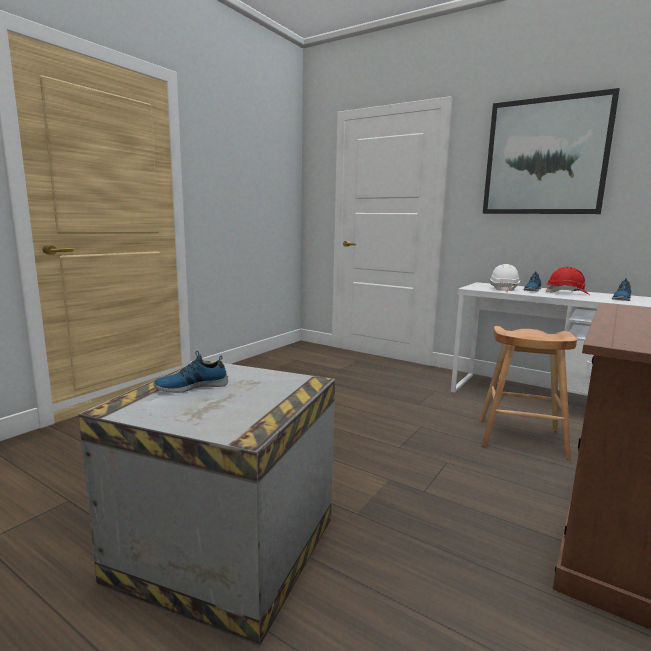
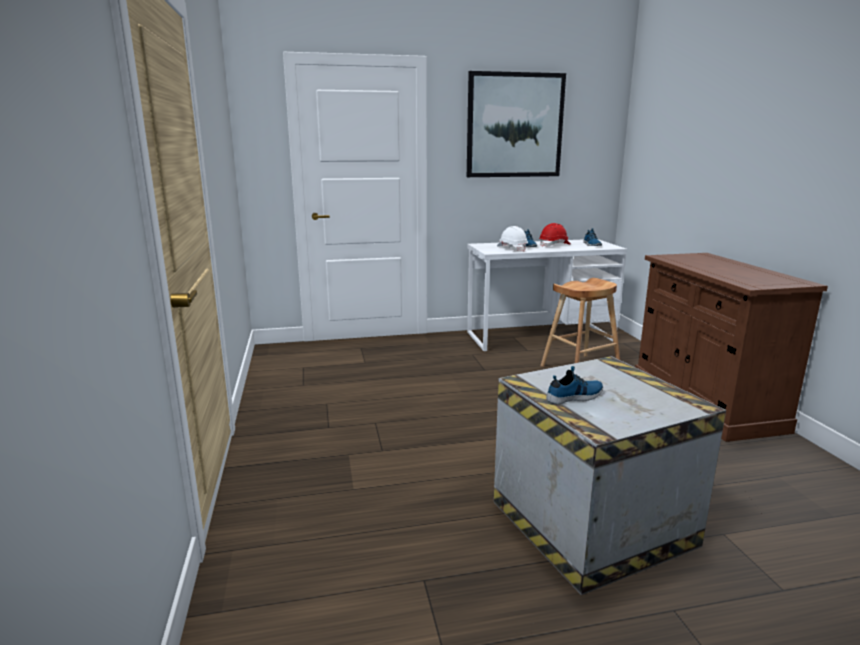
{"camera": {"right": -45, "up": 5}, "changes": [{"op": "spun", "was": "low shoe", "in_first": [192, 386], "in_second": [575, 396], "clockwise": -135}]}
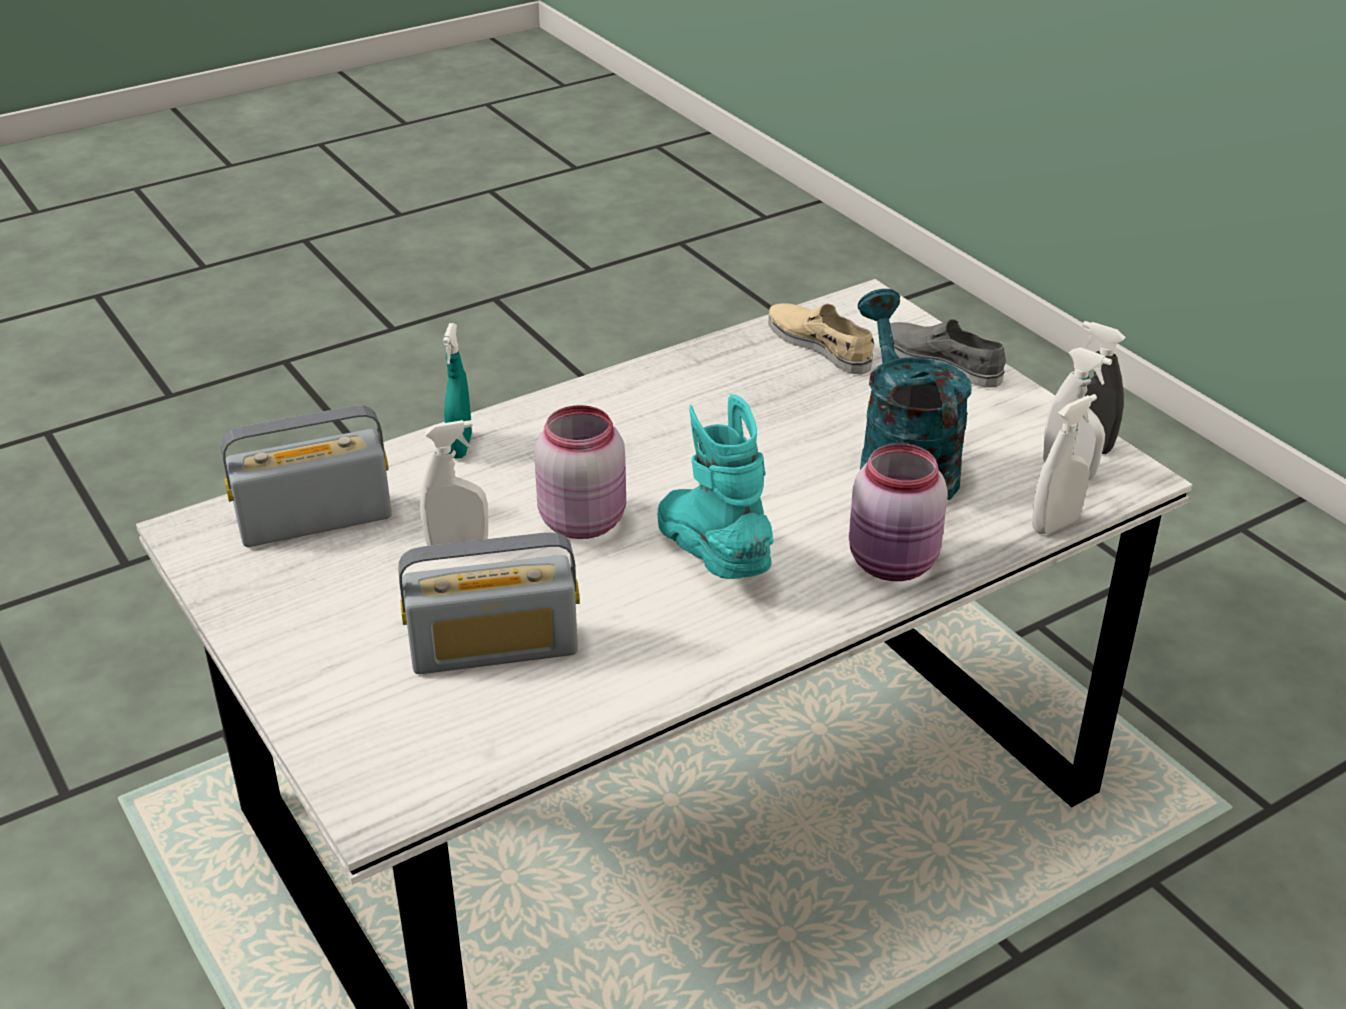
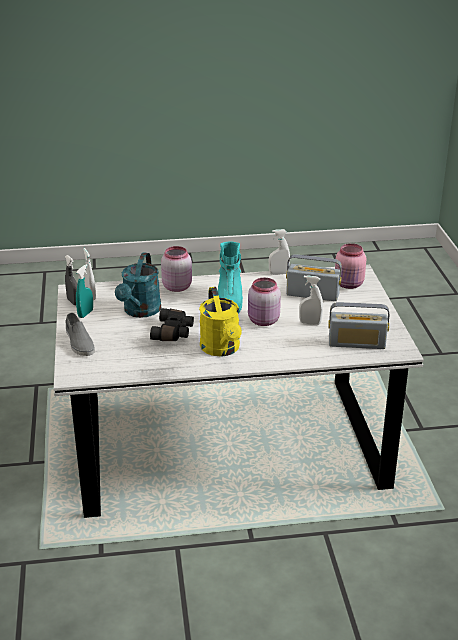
{"camera": {"right": -155, "up": -5}, "changes": [{"op": "relocated", "was": "turquoise-coloured spray bottle", "in_first": [460, 447], "in_second": [85, 314]}, {"op": "missing", "was": "sand-coloured low shoe", "in_first": [820, 345]}, {"op": "relocated", "was": "whitish spray bottle", "in_first": [1055, 524], "in_second": [278, 273]}, {"op": "appeared", "now": "black-coloured pair of binoculars", "in_second": [173, 332]}, {"op": "appeared", "now": "yellowish watering pot", "in_second": [222, 349]}, {"op": "appeared", "now": "pinkish jar", "in_second": [349, 284]}]}
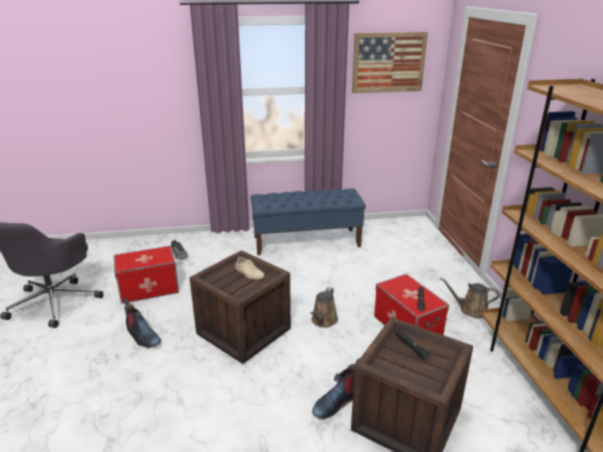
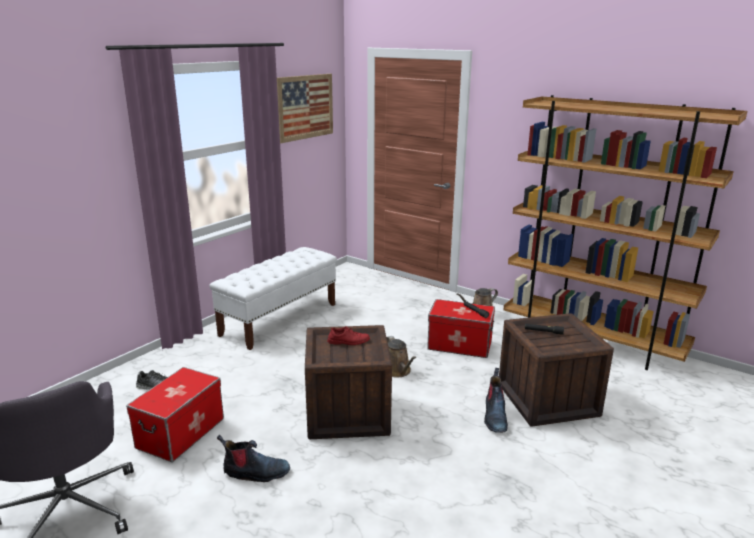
{"camera": {"right": -45, "up": -5}, "changes": [{"op": "colour", "was": "sand-coloured low shoe", "now": "red-coloured low shoe", "in_first": [249, 273], "in_second": [348, 341]}, {"op": "colour", "was": "blue-coloured indoor bench", "now": "whitish indoor bench", "in_first": [307, 241], "in_second": [279, 319]}]}
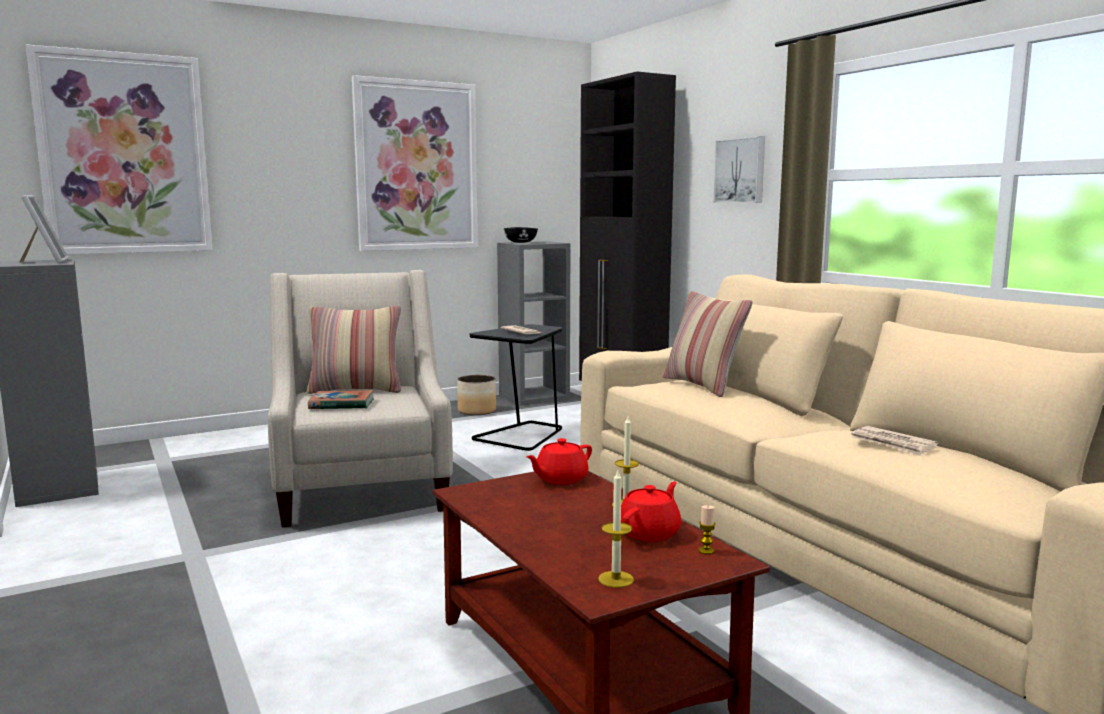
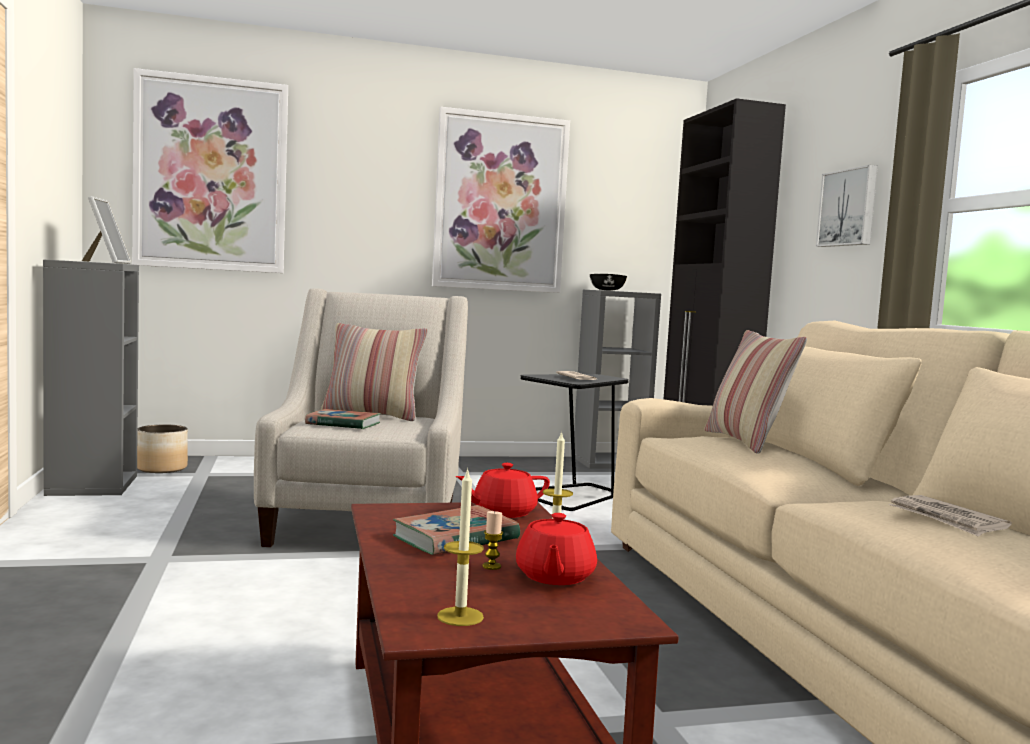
{"camera": {"right": 15, "up": -5}, "changes": [{"op": "relocated", "was": "planter", "in_first": [477, 411], "in_second": [162, 468]}, {"op": "spun", "was": "red-coloured pot for tea", "in_first": [650, 533], "in_second": [554, 577], "clockwise": 135}, {"op": "relocated", "was": "candle", "in_first": [706, 551], "in_second": [491, 566]}, {"op": "appeared", "now": "bound book", "in_second": [456, 538]}]}
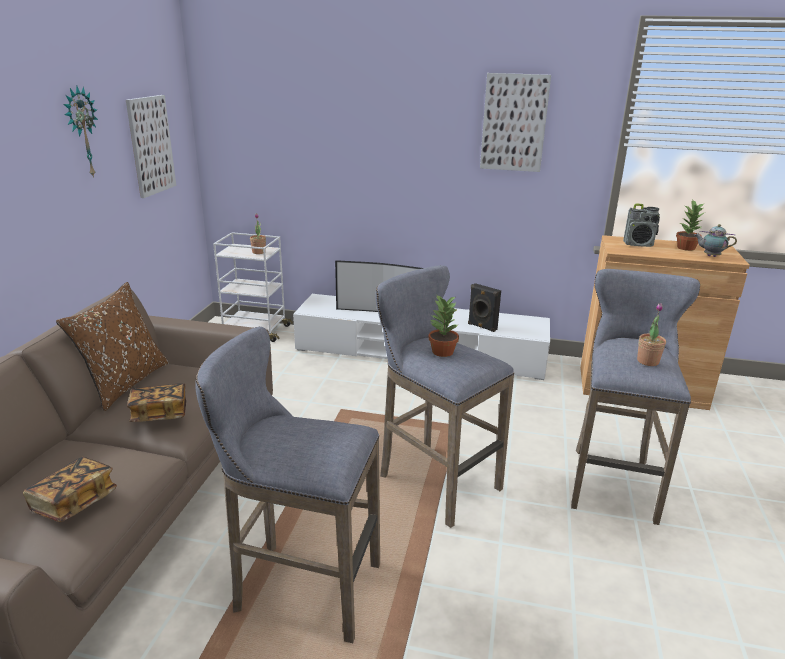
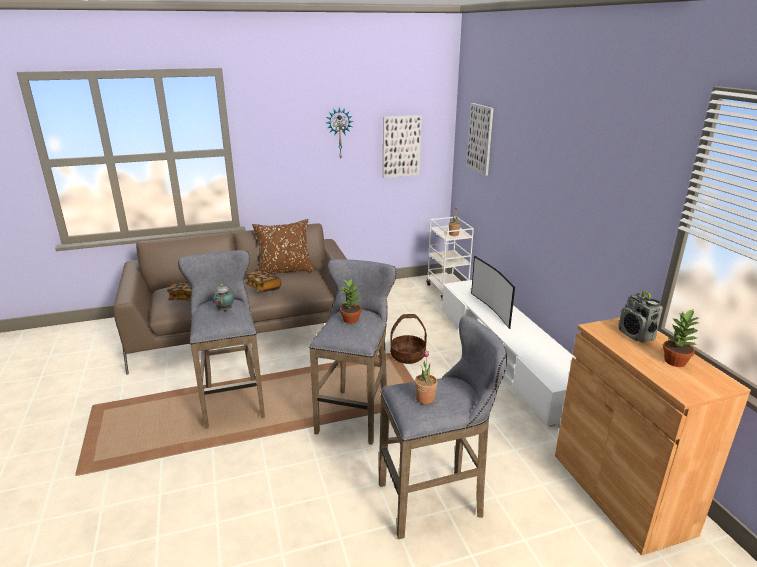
{"camera": {"right": 60, "up": 0}, "changes": [{"op": "missing", "was": "black-coloured loudspeaker", "in_first": [482, 327]}, {"op": "relocated", "was": "wall art", "in_first": [514, 123], "in_second": [480, 138]}, {"op": "relocated", "was": "pot for tea", "in_first": [710, 256], "in_second": [225, 309]}, {"op": "appeared", "now": "household basket", "in_second": [408, 355]}]}
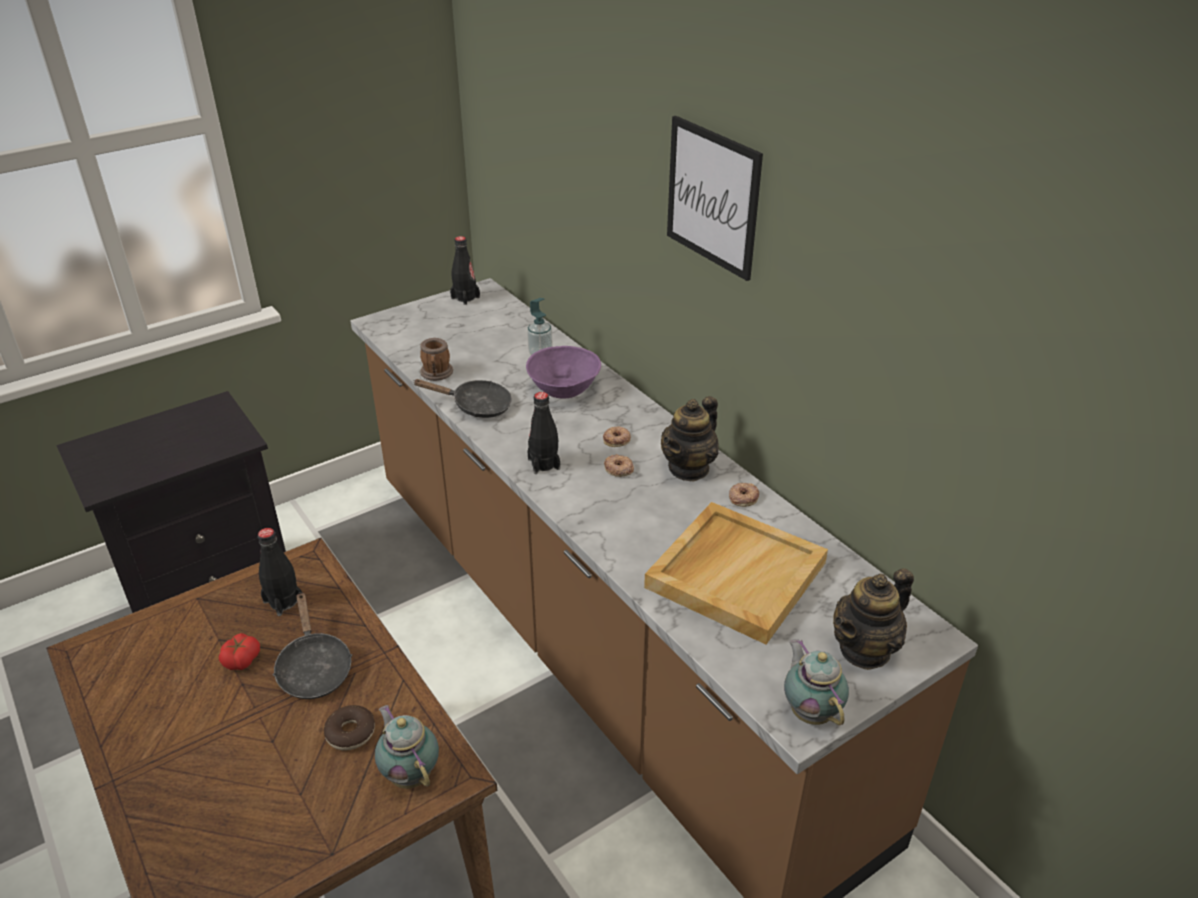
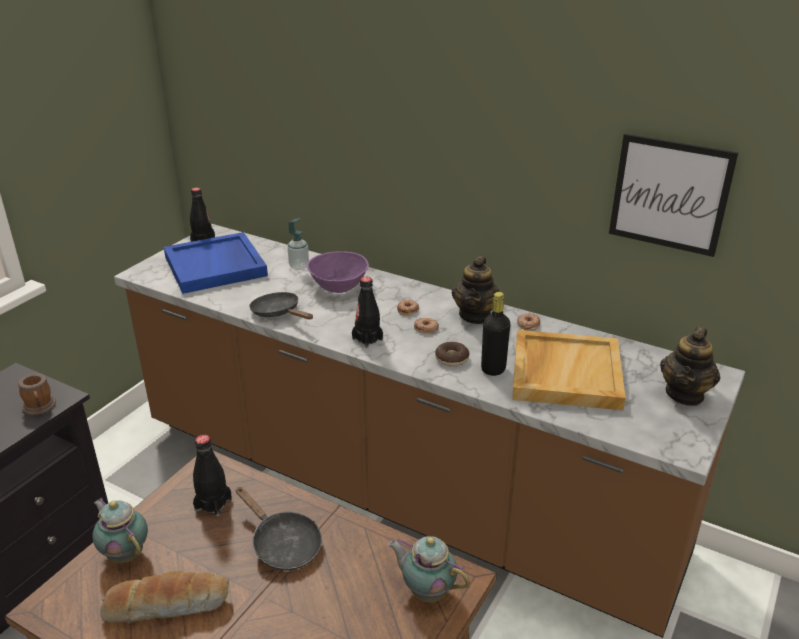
{"camera": {"right": -25, "up": -5}, "changes": [{"op": "missing", "was": "whole tomato", "in_first": [241, 659]}, {"op": "relocated", "was": "ring doughnut", "in_first": [351, 733], "in_second": [452, 358]}, {"op": "spun", "was": "black-coloured pan", "in_first": [476, 406], "in_second": [278, 313], "clockwise": -120}, {"op": "relocated", "was": "coffee mug", "in_first": [436, 374], "in_second": [40, 408]}, {"op": "relocated", "was": "wall art", "in_first": [713, 197], "in_second": [670, 194]}, {"op": "relocated", "was": "pot for tea", "in_first": [810, 711], "in_second": [125, 553]}, {"op": "appeared", "now": "bread", "in_second": [168, 605]}, {"op": "appeared", "now": "blue-coloured serving tray", "in_second": [216, 266]}, {"op": "appeared", "now": "black-coloured drink bottle", "in_second": [493, 369]}]}
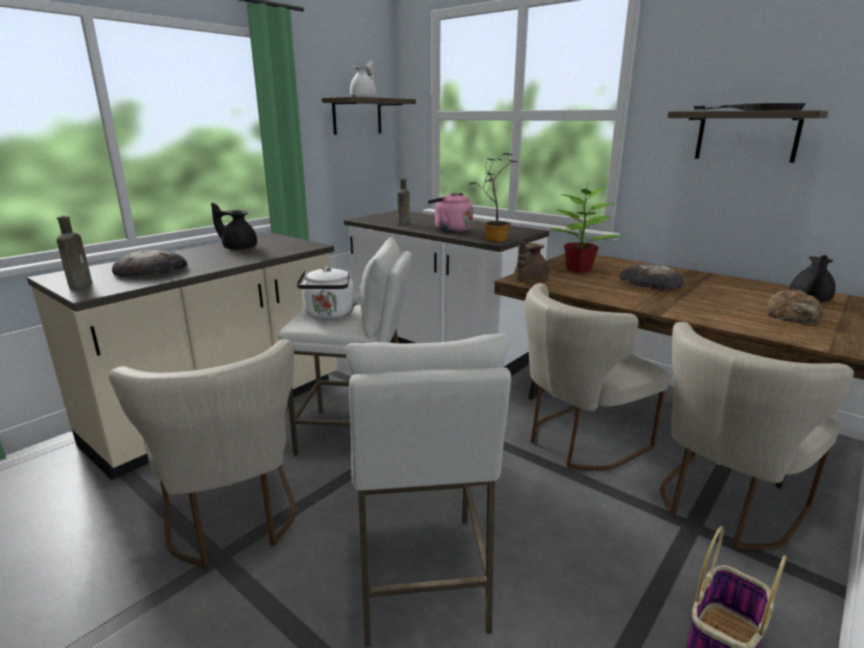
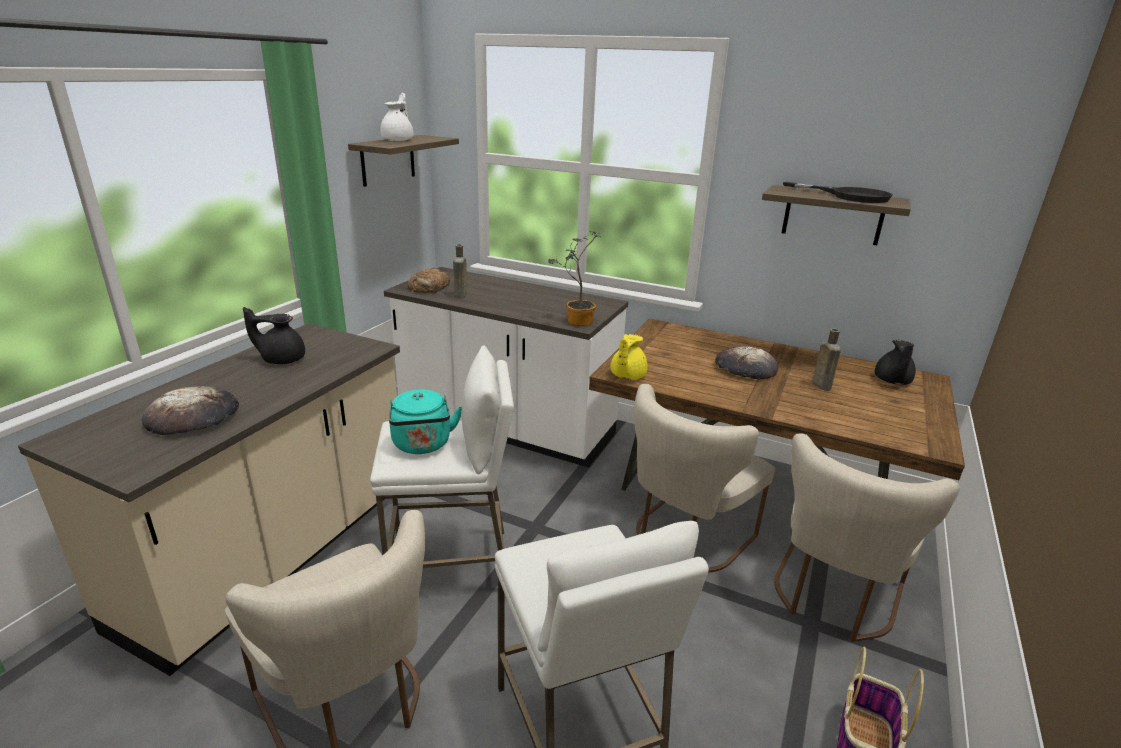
{"camera": {"right": -15, "up": 5}, "changes": [{"op": "relocated", "was": "brownish drink bottle", "in_first": [81, 285], "in_second": [820, 385]}, {"op": "colour", "was": "whitish tea kettle", "now": "turquoise-coloured tea kettle", "in_first": [330, 315], "in_second": [422, 445]}, {"op": "missing", "was": "pinkish tea kettle", "in_first": [450, 230]}, {"op": "colour", "was": "brownish pot for tea", "now": "yellowish pot for tea", "in_first": [529, 282], "in_second": [626, 376]}, {"op": "missing", "was": "houseplant", "in_first": [579, 269]}, {"op": "relocated", "was": "bread", "in_first": [794, 315], "in_second": [429, 287]}]}
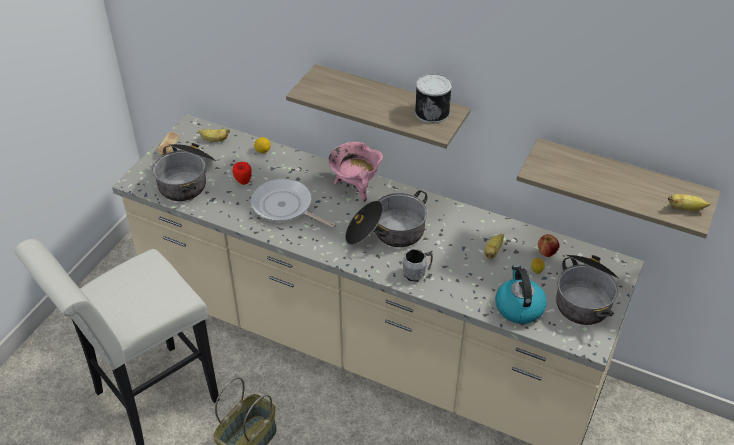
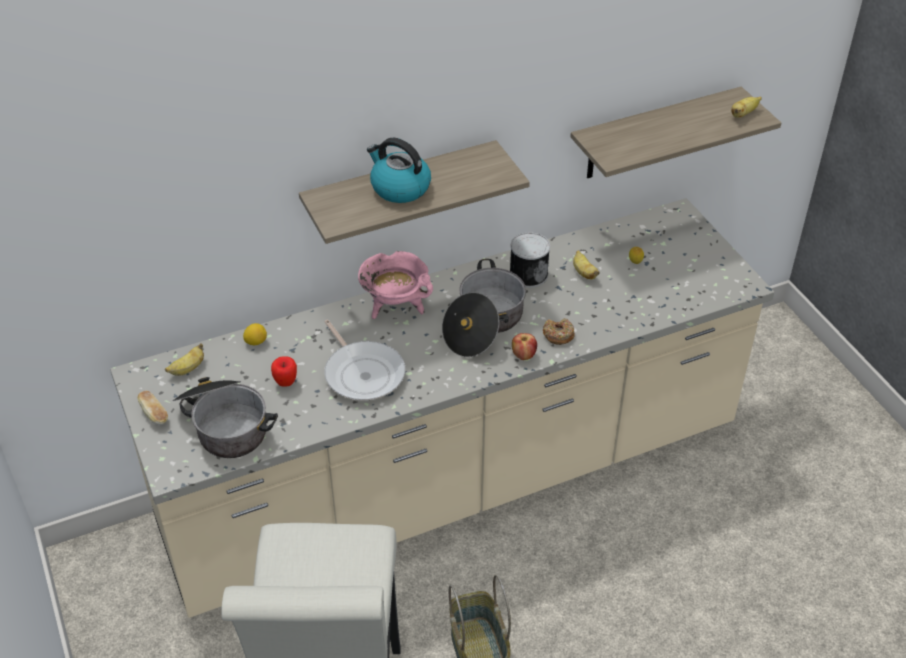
{"camera": {"right": -50, "up": 0}, "changes": [{"op": "spun", "was": "pan", "in_first": [285, 207], "in_second": [363, 373], "clockwise": -105}, {"op": "exchanged", "was": "grey coffee mug", "now": "ring doughnut", "in_first": [417, 273], "in_second": [558, 335]}, {"op": "relocated", "was": "can", "in_first": [432, 112], "in_second": [528, 274]}, {"op": "relocated", "was": "tea kettle", "in_first": [518, 307], "in_second": [399, 188]}, {"op": "relocated", "was": "whole apple", "in_first": [546, 253], "in_second": [523, 355]}, {"op": "missing", "was": "stockpot", "in_first": [585, 297]}]}
